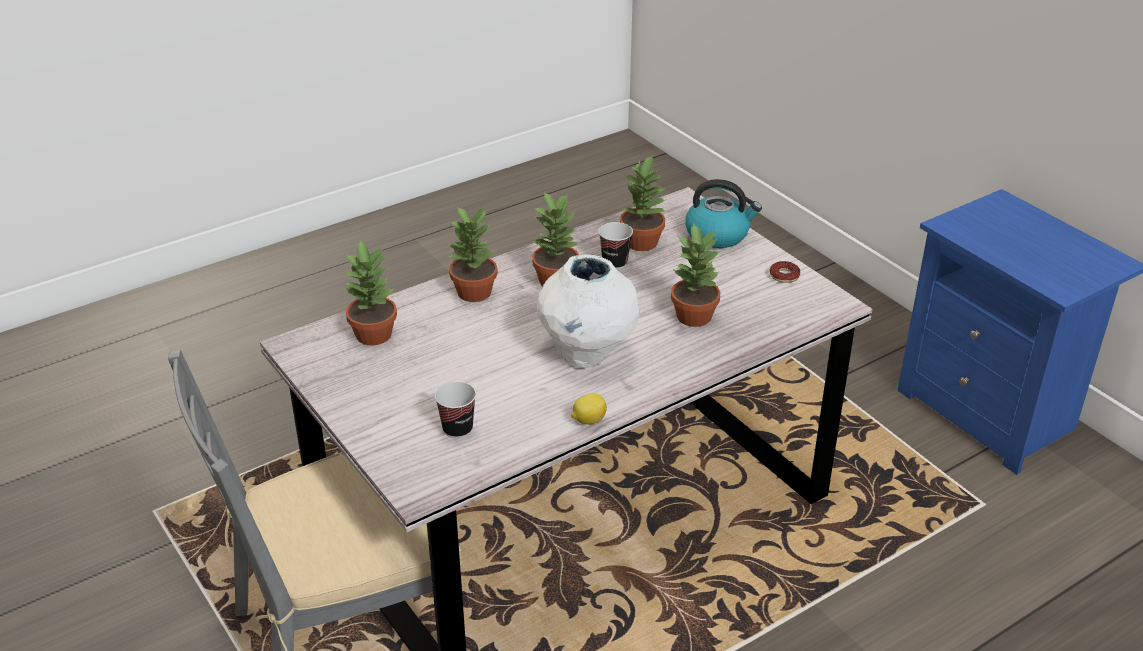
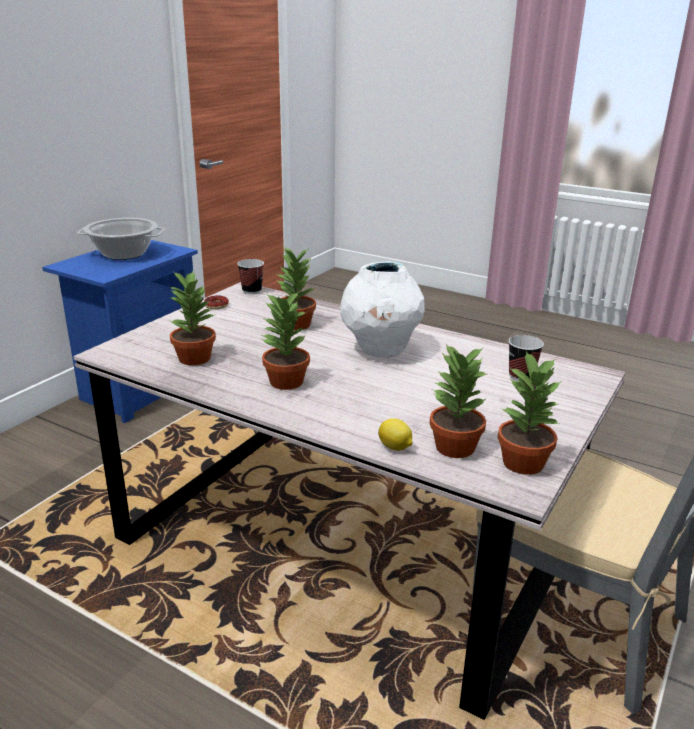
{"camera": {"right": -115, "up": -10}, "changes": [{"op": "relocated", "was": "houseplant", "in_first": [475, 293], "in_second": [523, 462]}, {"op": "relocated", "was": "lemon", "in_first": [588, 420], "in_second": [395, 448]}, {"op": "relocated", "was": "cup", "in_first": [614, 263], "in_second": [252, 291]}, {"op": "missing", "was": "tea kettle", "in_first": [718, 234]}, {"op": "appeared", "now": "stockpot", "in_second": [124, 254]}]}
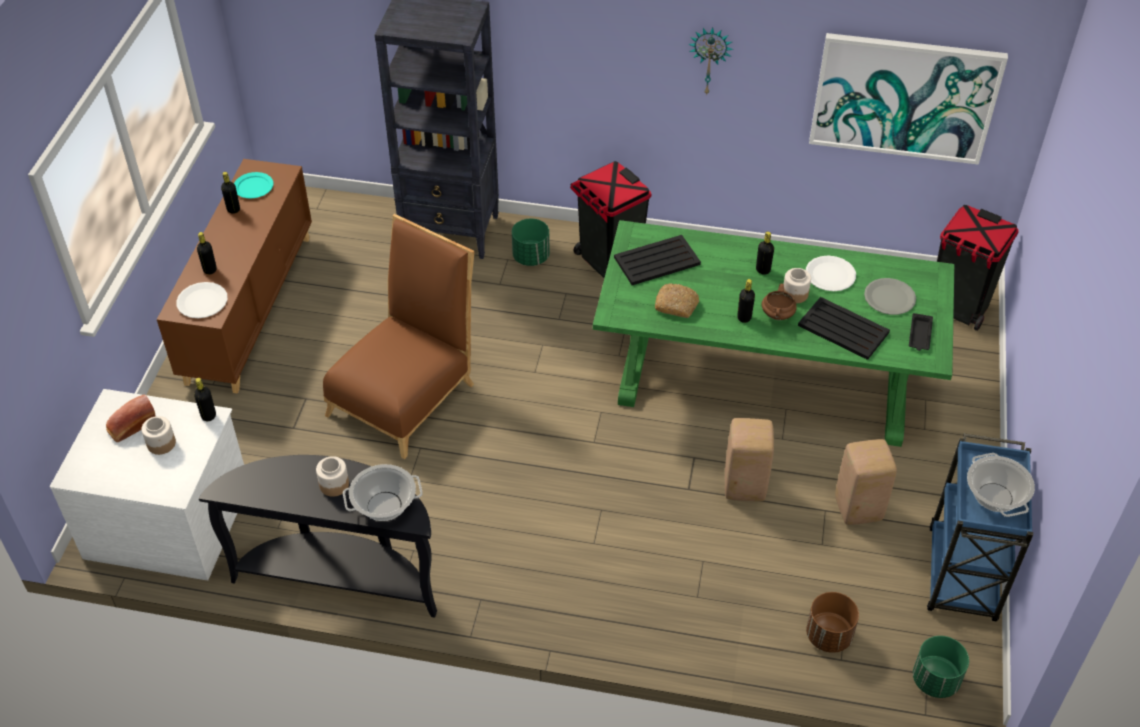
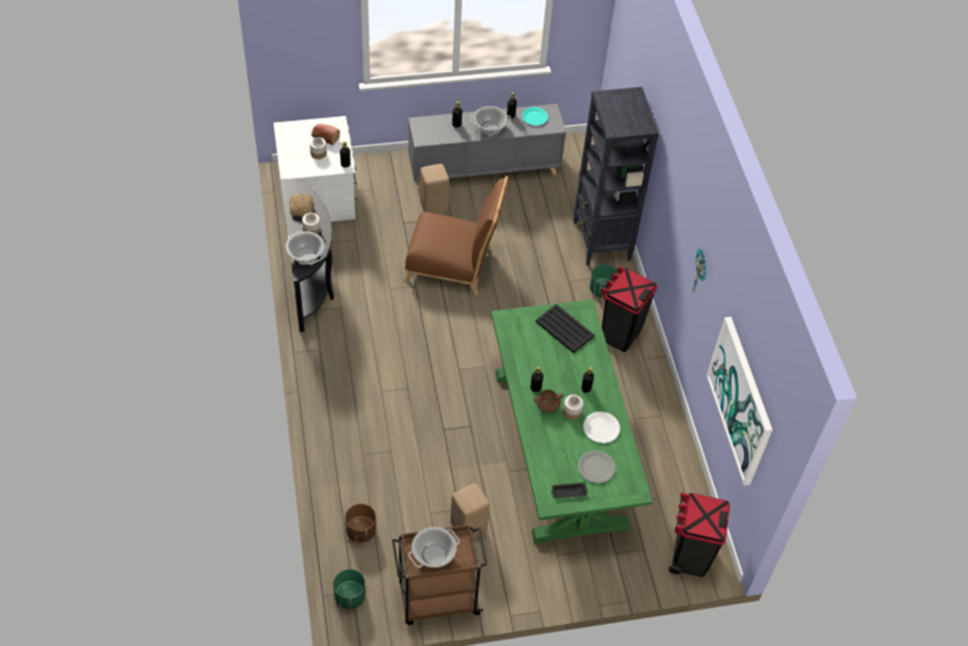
{"camera": {"right": 65, "up": 5}, "changes": [{"op": "colour", "was": "brownish cupboard", "now": "grey cupboard", "in_first": [249, 308], "in_second": [484, 168]}, {"op": "missing", "was": "whitish flat dish", "in_first": [202, 301]}, {"op": "relocated", "was": "bread", "in_first": [677, 305], "in_second": [302, 208]}, {"op": "relocated", "was": "sand-coloured stool", "in_first": [743, 487], "in_second": [433, 207]}, {"op": "missing", "was": "black-coloured serving tray", "in_first": [844, 329]}, {"op": "colour", "was": "blue-coloured wheeled cart", "now": "brownish wheeled cart", "in_first": [962, 576], "in_second": [437, 599]}, {"op": "appeared", "now": "stockpot", "in_second": [489, 128]}]}
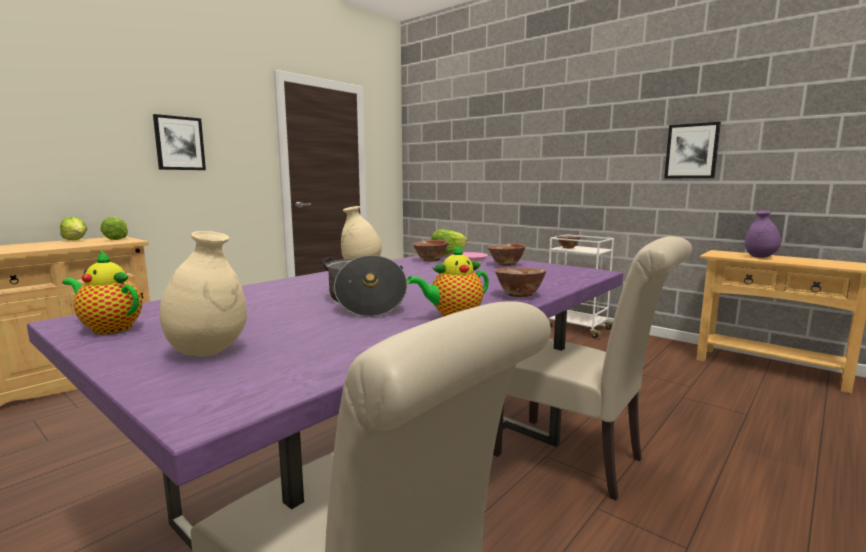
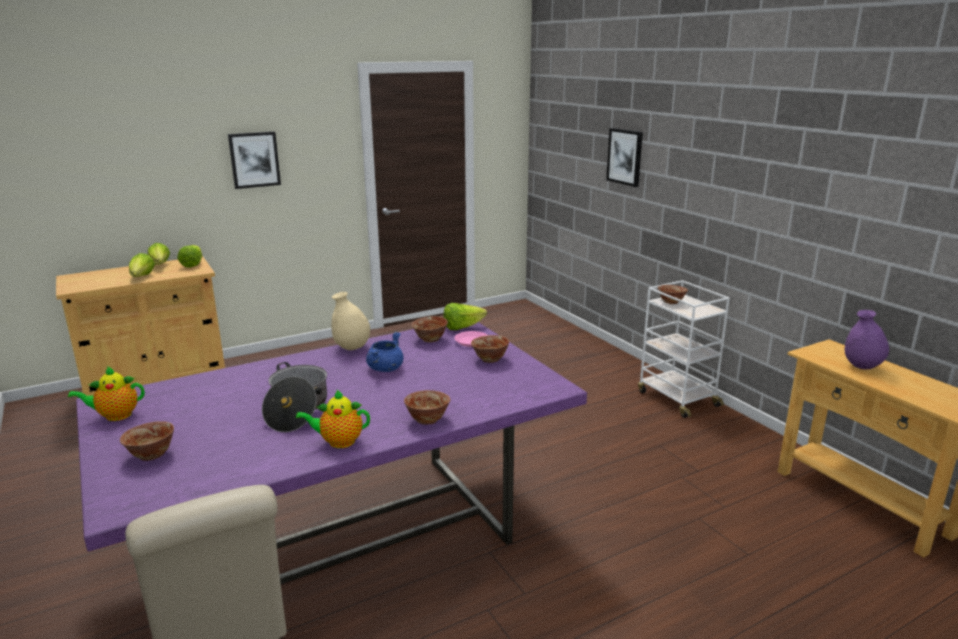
{"camera": {"right": 20, "up": 10}, "changes": [{"op": "spun", "was": "pot for tea", "in_first": [109, 328], "in_second": [115, 416], "clockwise": -60}, {"op": "exchanged", "was": "sand-coloured vase", "now": "bowl", "in_first": [208, 351], "in_second": [151, 455]}, {"op": "missing", "was": "sand-coloured upright chair", "in_first": [576, 459]}, {"op": "relocated", "was": "wall art", "in_first": [691, 151], "in_second": [625, 157]}, {"op": "appeared", "now": "lettuce", "in_second": [142, 277]}, {"op": "appeared", "now": "blue-coloured stockpot", "in_second": [385, 368]}]}
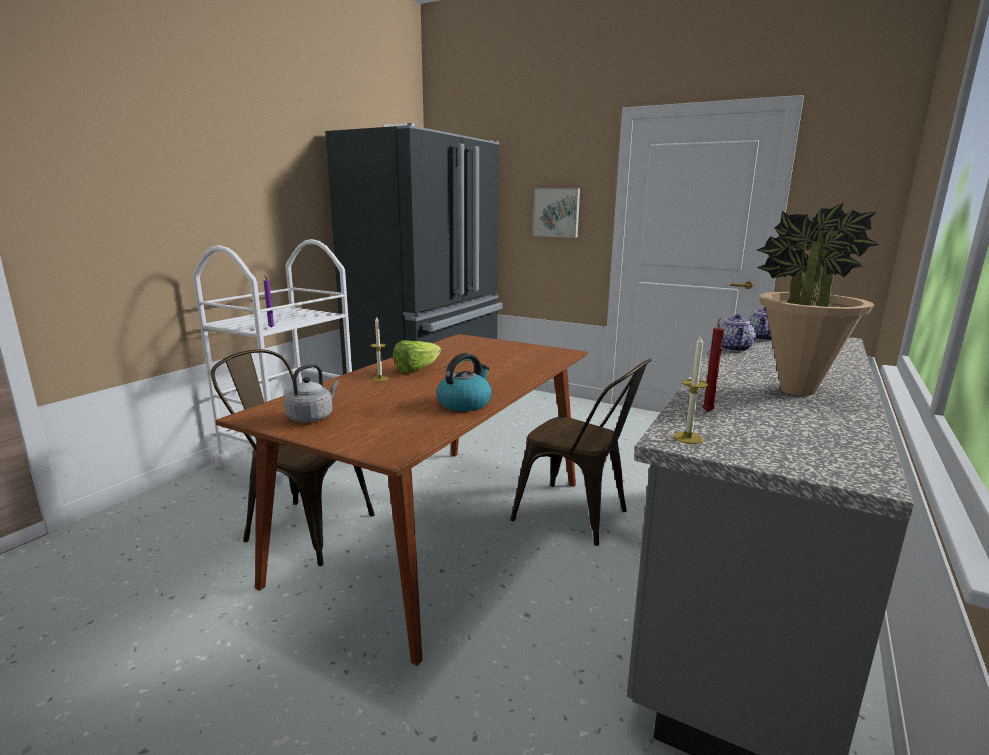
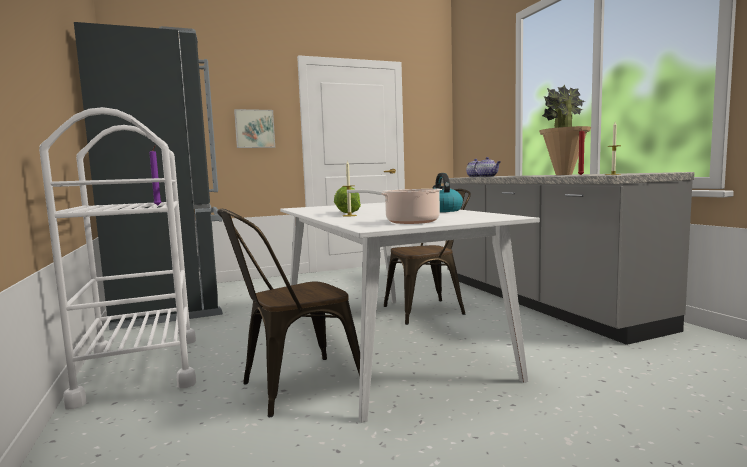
{"camera": {"right": -50, "up": -10}, "changes": [{"op": "colour", "was": "brownish dinner table", "now": "whitish dinner table", "in_first": [441, 529], "in_second": [384, 343]}, {"op": "exchanged", "was": "grey tea kettle", "now": "stockpot", "in_first": [312, 417], "in_second": [408, 222]}]}
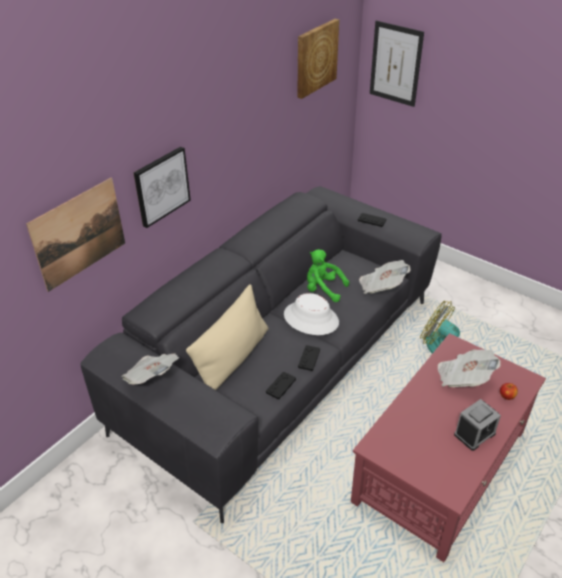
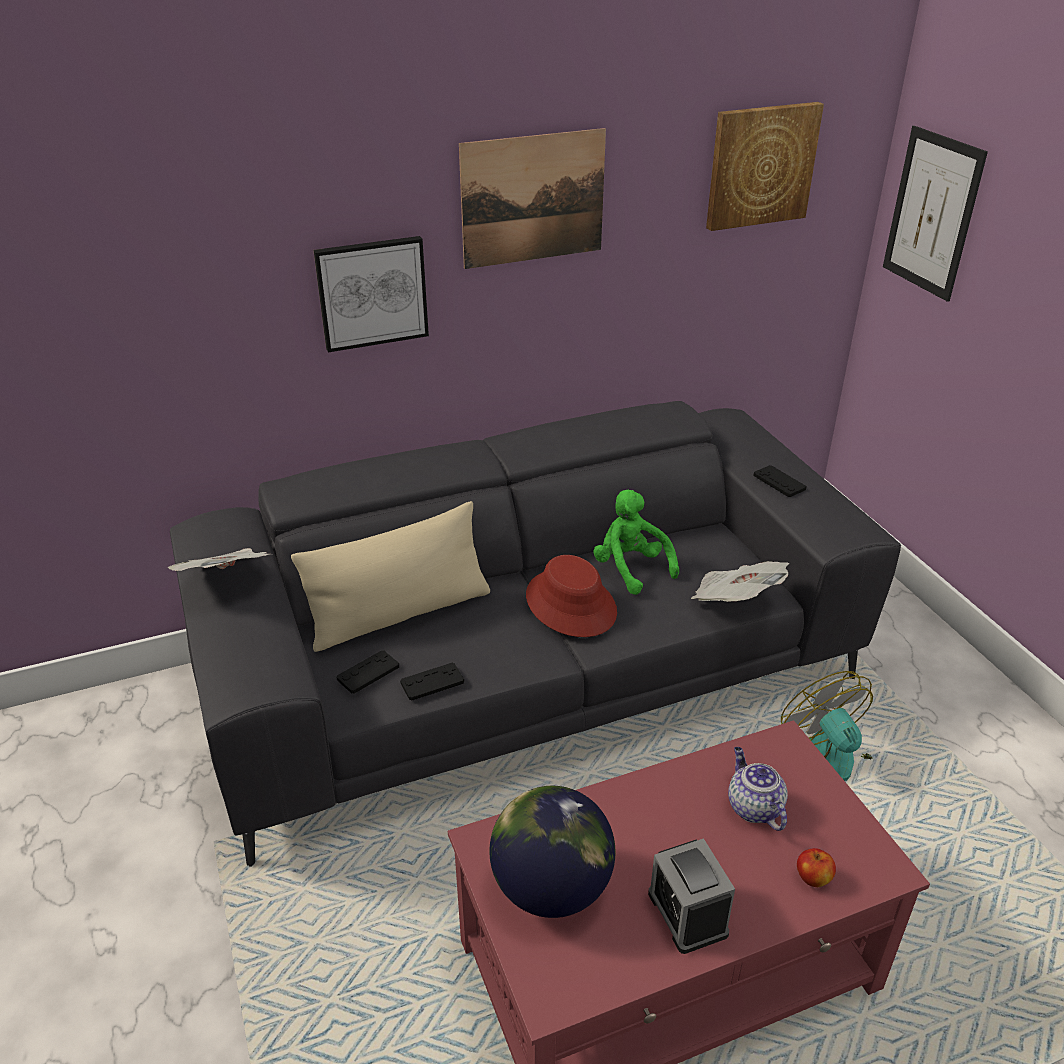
{"camera": {"right": 30, "up": -5}, "changes": [{"op": "relocated", "was": "wall art", "in_first": [79, 234], "in_second": [533, 199]}, {"op": "colour", "was": "whitish clothing hat", "now": "red-coloured clothing hat", "in_first": [311, 318], "in_second": [571, 604]}, {"op": "relocated", "was": "black-coloured gamepad", "in_first": [309, 358], "in_second": [368, 673]}, {"op": "exchanged", "was": "printed paper", "now": "pot for tea", "in_first": [463, 378], "in_second": [753, 807]}, {"op": "spun", "was": "alarm clock", "in_first": [474, 434], "in_second": [687, 913], "clockwise": 75}, {"op": "appeared", "now": "globe", "in_second": [551, 887]}]}
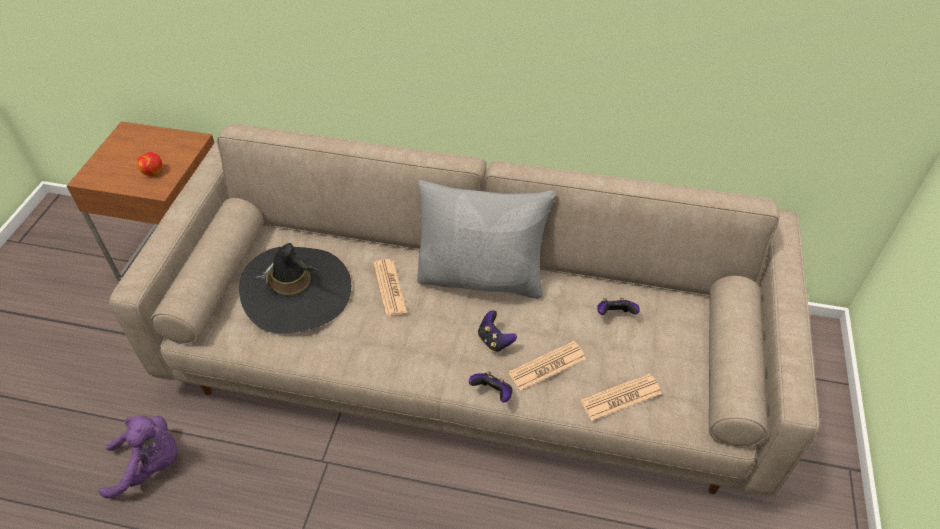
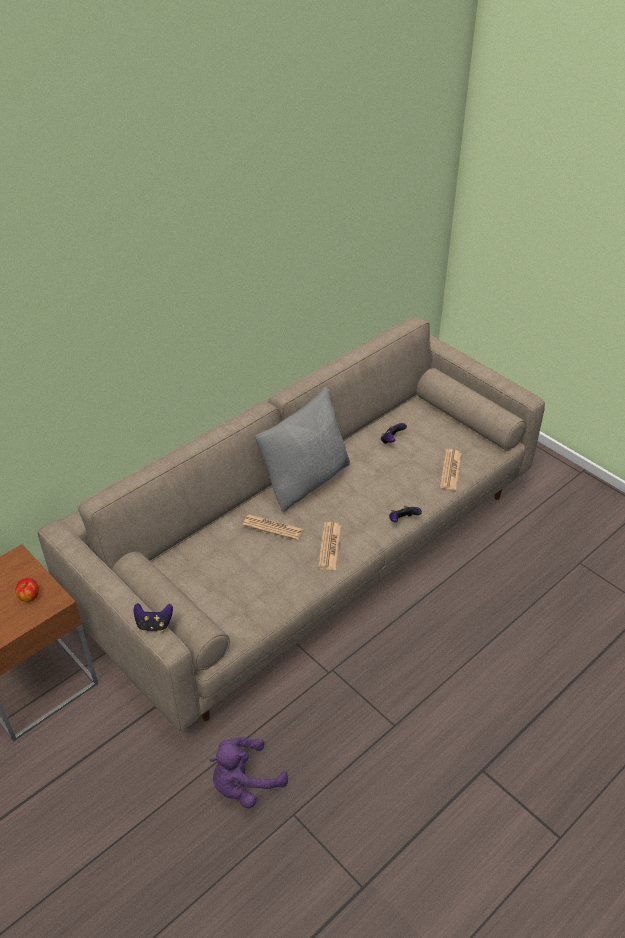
{"camera": {"right": -55, "up": -5}, "changes": [{"op": "spun", "was": "purple plush toy", "in_first": [150, 466], "in_second": [244, 784], "clockwise": -150}, {"op": "missing", "was": "black-coloured clothing hat", "in_first": [297, 292]}, {"op": "relocated", "was": "gamepad", "in_first": [494, 341], "in_second": [154, 624]}, {"op": "relocated", "was": "printed paper", "in_first": [547, 366], "in_second": [329, 546]}]}
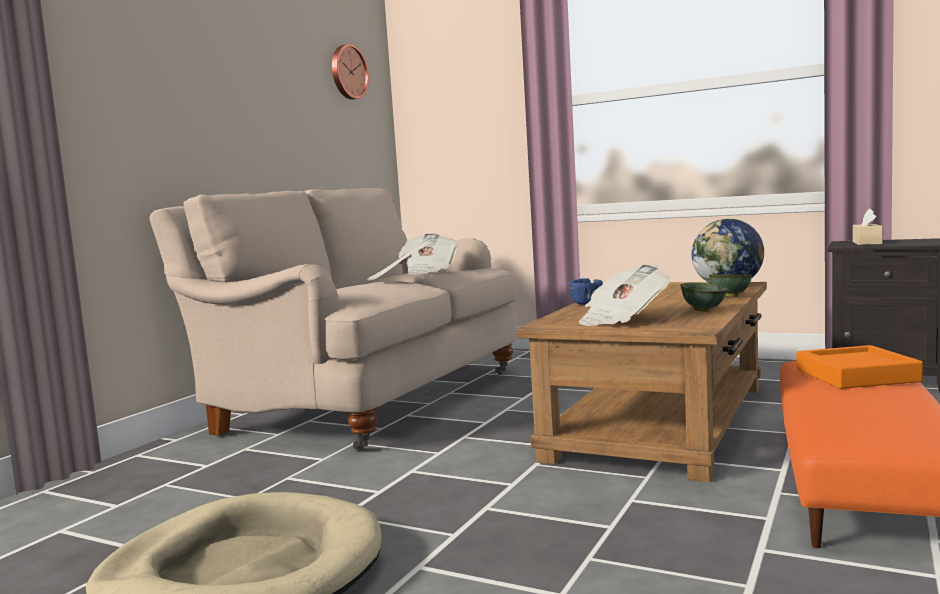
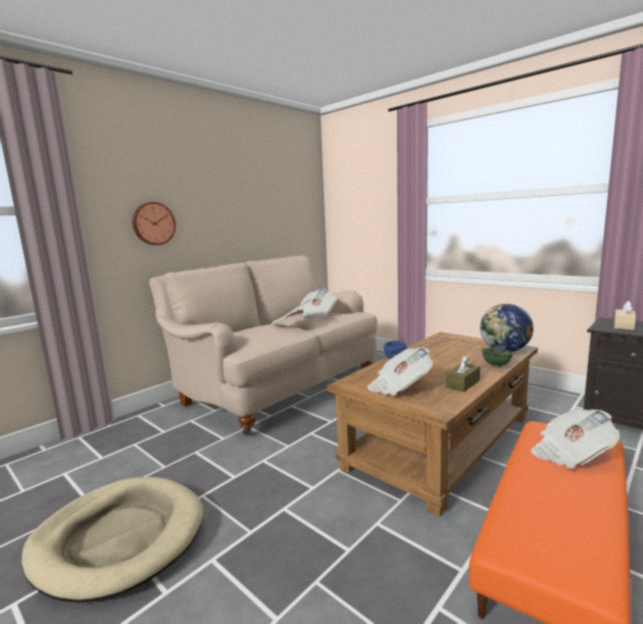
{"camera": {"right": 15, "up": 5}, "changes": [{"op": "relocated", "was": "hanging clock", "in_first": [348, 72], "in_second": [153, 223]}, {"op": "exchanged", "was": "green-coloured bowl", "now": "brownish tissue box", "in_first": [703, 310], "in_second": [463, 384]}, {"op": "exchanged", "was": "orange serving tray", "now": "printed paper", "in_first": [856, 375], "in_second": [570, 454]}]}
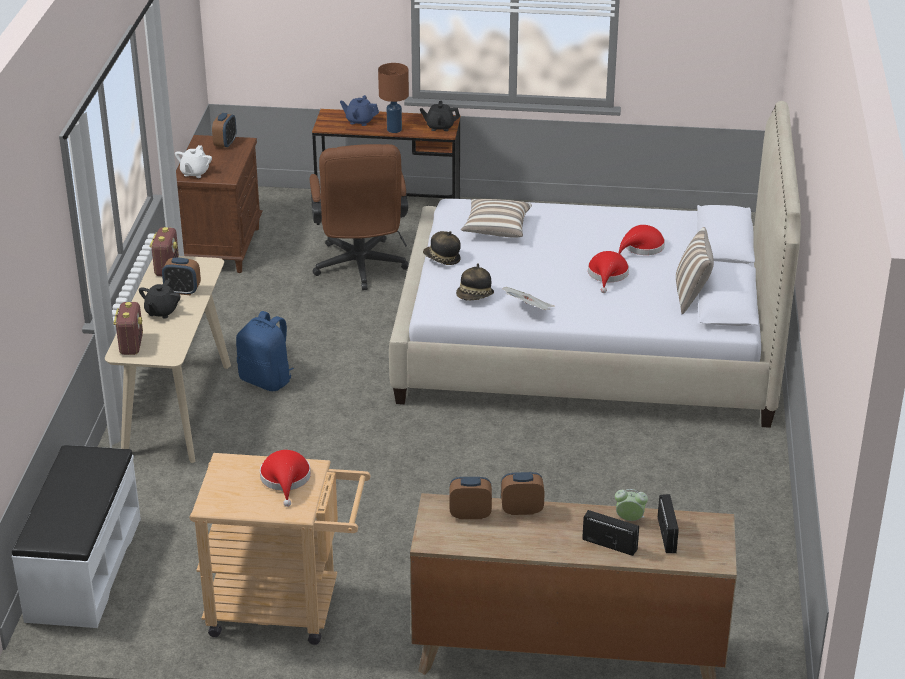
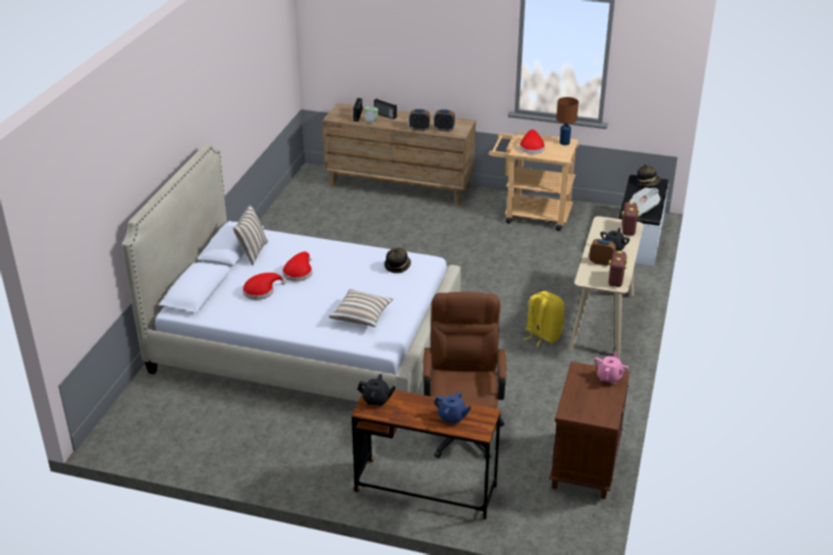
{"camera": {"right": -170, "up": 0}, "changes": [{"op": "colour", "was": "whitish pot for tea", "now": "pinkish pot for tea", "in_first": [194, 173], "in_second": [609, 377]}, {"op": "missing", "was": "alarm clock", "in_first": [225, 144]}, {"op": "colour", "was": "blue-coloured backpack", "now": "yellowish backpack", "in_first": [267, 380], "in_second": [542, 335]}, {"op": "relocated", "was": "brownish lamp for a table", "in_first": [395, 129], "in_second": [564, 143]}, {"op": "relocated", "was": "clothing hat", "in_first": [442, 259], "in_second": [647, 183]}, {"op": "relocated", "was": "printed paper", "in_first": [529, 311], "in_second": [641, 209]}]}
